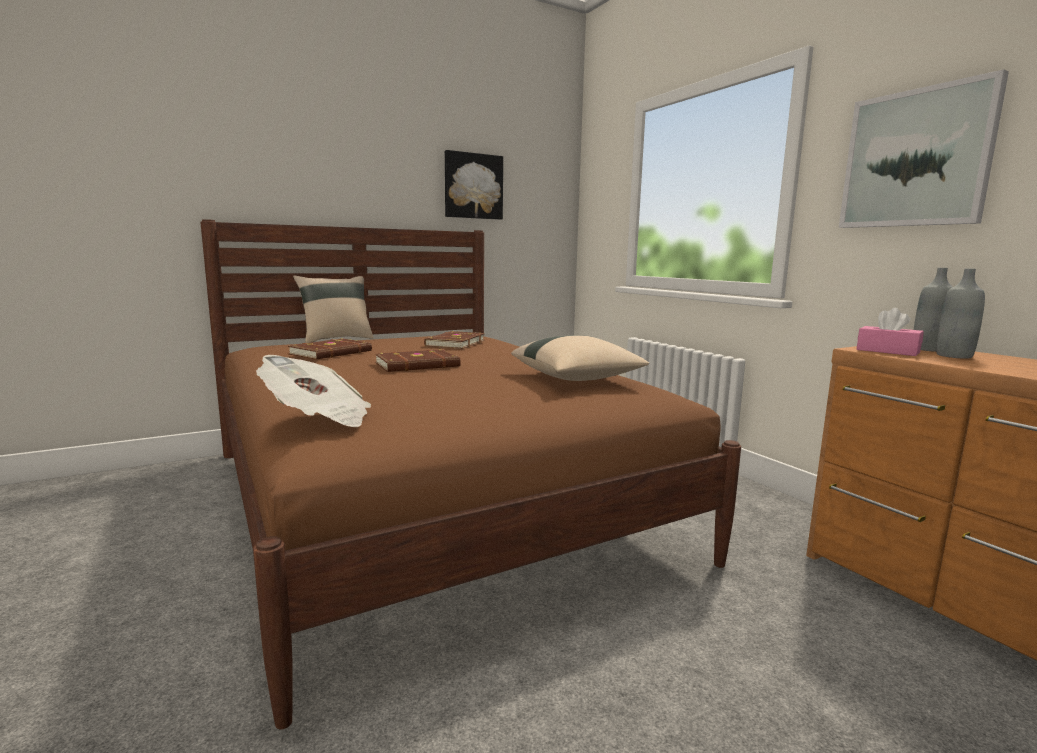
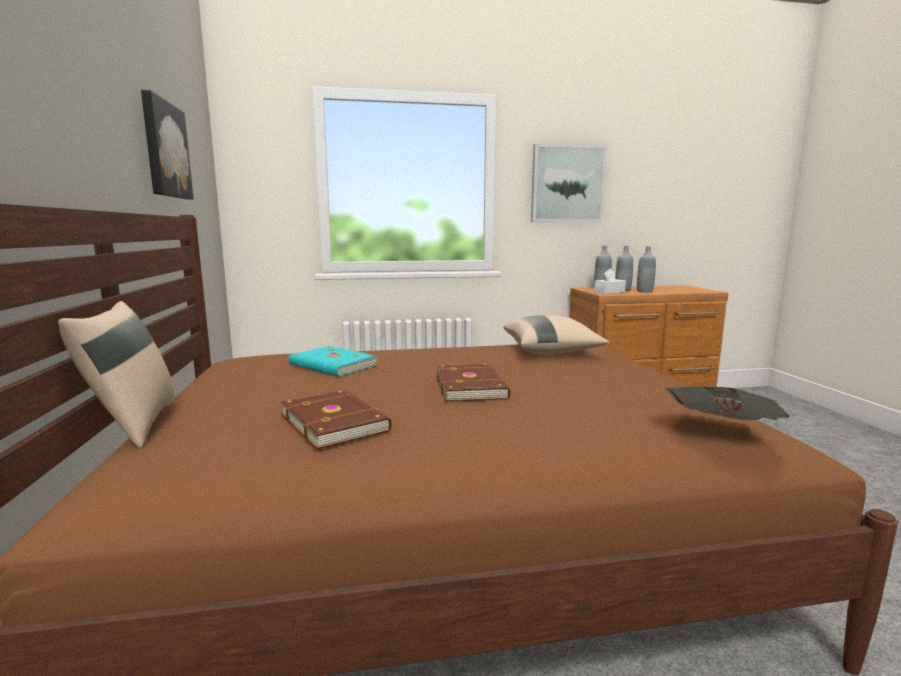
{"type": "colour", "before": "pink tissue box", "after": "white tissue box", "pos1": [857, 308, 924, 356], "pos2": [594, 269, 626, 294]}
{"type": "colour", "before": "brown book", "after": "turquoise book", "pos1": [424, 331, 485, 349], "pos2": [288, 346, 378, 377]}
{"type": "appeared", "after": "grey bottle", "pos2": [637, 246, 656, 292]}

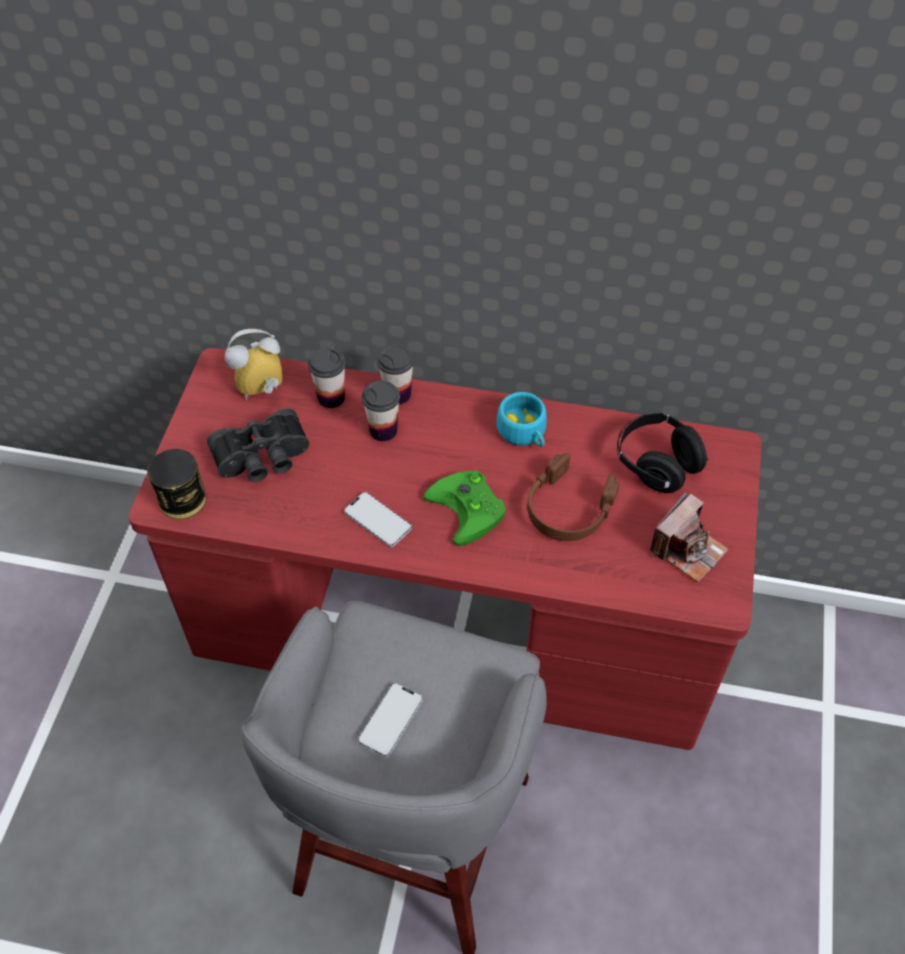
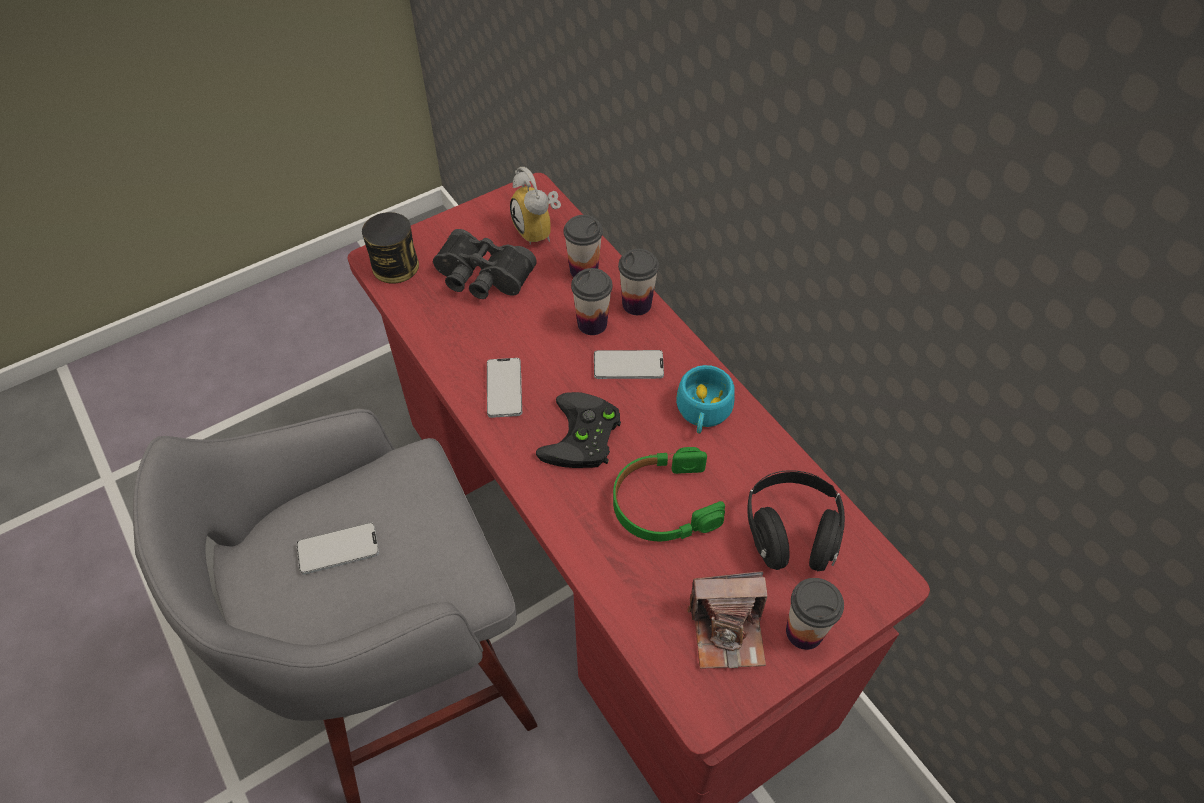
{"type": "spun", "before": "alarm clock", "pos1": [225, 329, 283, 400], "pos2": [510, 167, 561, 245], "turn": -135}
{"type": "colour", "before": "brown headphones", "after": "green headphones", "pos1": [527, 453, 620, 541], "pos2": [613, 447, 725, 541]}
{"type": "colour", "before": "green game controller", "after": "black game controller", "pos1": [424, 470, 506, 546], "pos2": [536, 392, 621, 468]}
{"type": "appeared", "after": "phone", "pos2": [594, 350, 664, 379]}
{"type": "appeared", "after": "cup", "pos2": [786, 578, 844, 650]}

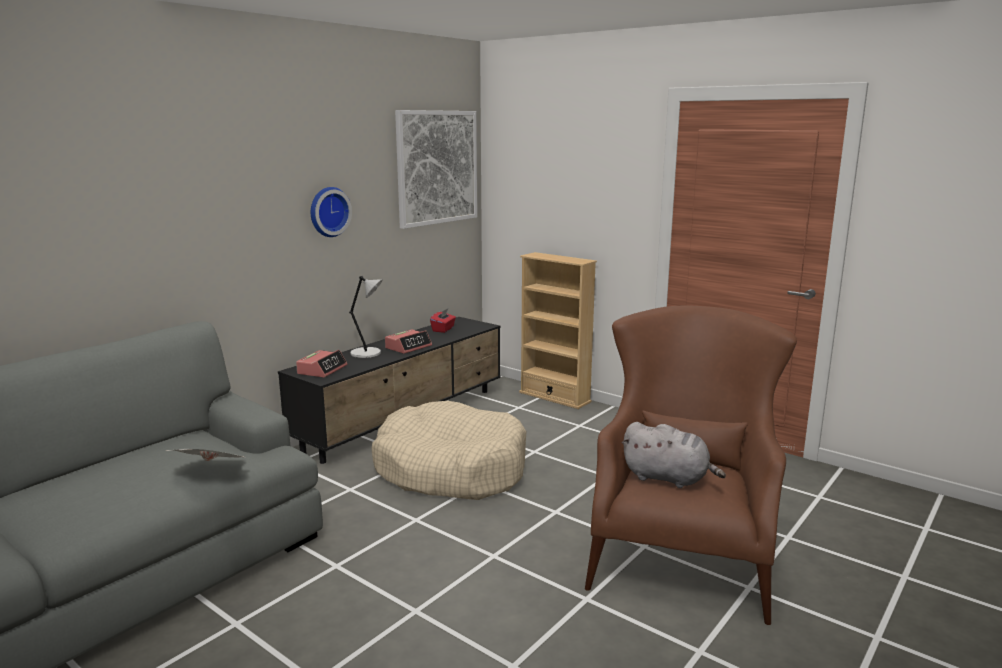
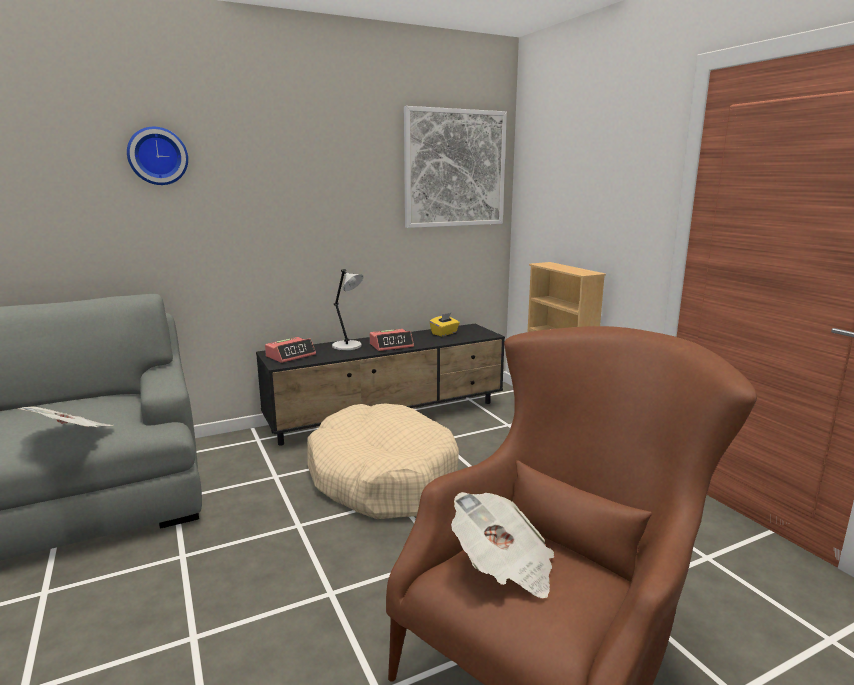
{"type": "relocated", "before": "wall clock", "pos1": [311, 187, 352, 237], "pos2": [127, 127, 188, 185]}
{"type": "colour", "before": "red tissue box", "after": "yellow tissue box", "pos1": [430, 309, 456, 333], "pos2": [429, 313, 460, 336]}
{"type": "exchanged", "before": "grey plush toy", "after": "newspaper", "pos1": [622, 422, 726, 488], "pos2": [451, 492, 554, 598]}

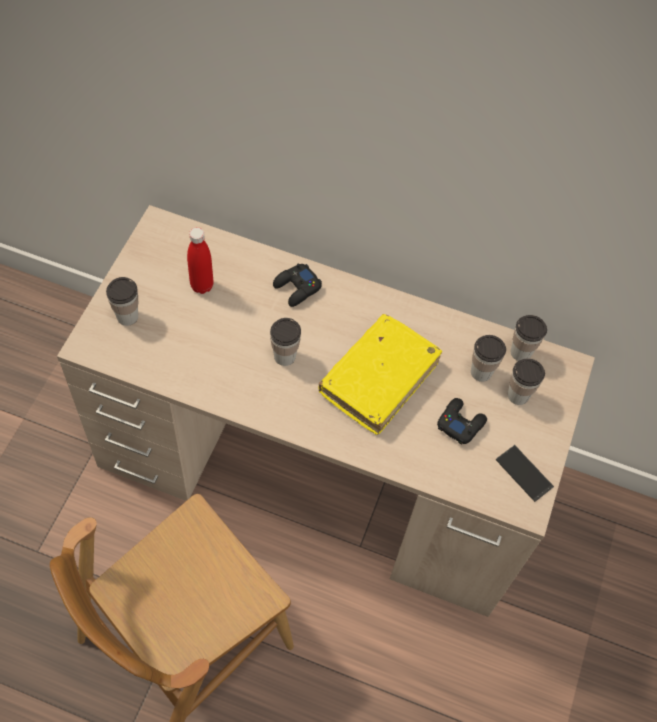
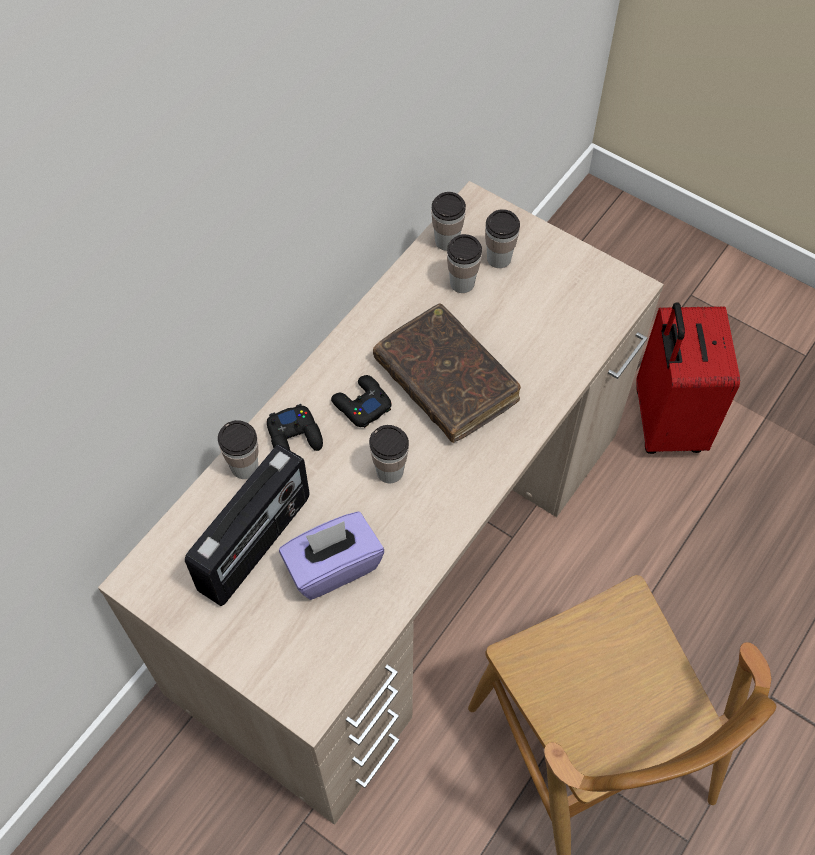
{"type": "exchanged", "before": "red bottle", "after": "radio", "pos1": [187, 227, 213, 294], "pos2": [185, 444, 310, 606]}
{"type": "relocated", "before": "cup", "pos1": [106, 277, 138, 326], "pos2": [218, 420, 258, 479]}
{"type": "colour", "before": "yellow book", "after": "brown book", "pos1": [319, 314, 442, 435], "pos2": [373, 303, 521, 443]}
{"type": "relocated", "before": "black game controller", "pos1": [437, 398, 487, 445], "pos2": [331, 375, 392, 428]}
{"type": "missing", "before": "phone", "pos1": [495, 445, 554, 502]}
{"type": "appeared", "after": "red suitcase", "pos2": [636, 302, 740, 454]}
{"type": "appeared", "after": "purple tissue box", "pos2": [279, 512, 384, 600]}

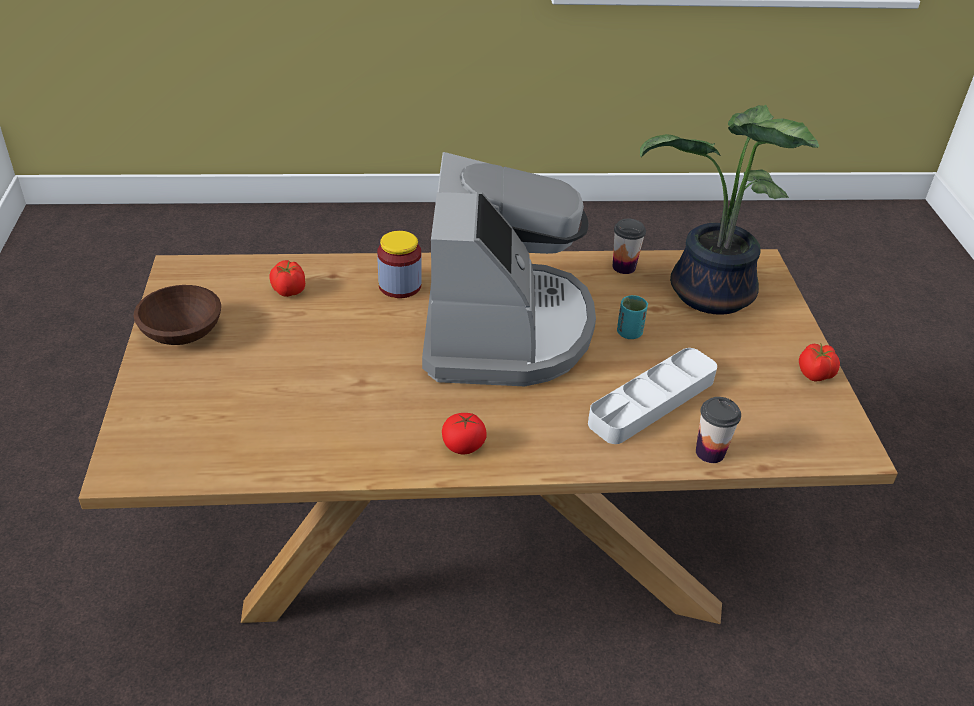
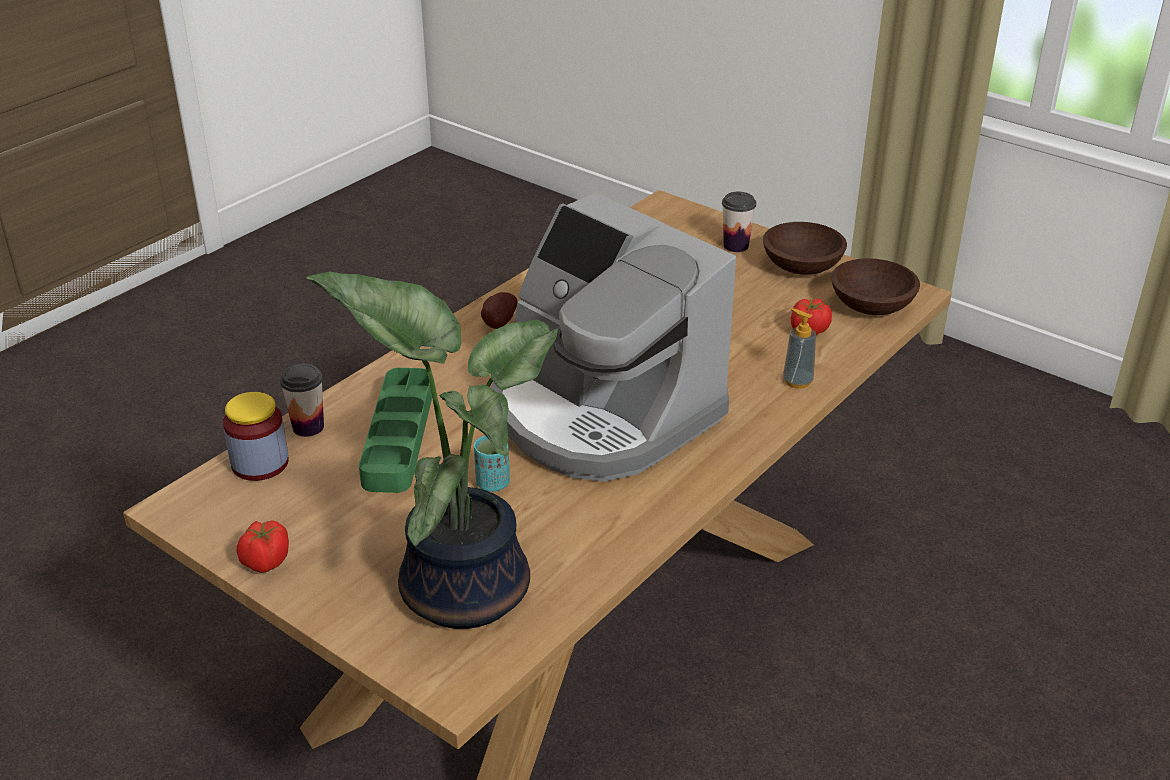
{"type": "relocated", "before": "cup", "pos1": [613, 219, 646, 274], "pos2": [722, 192, 756, 252]}
{"type": "relocated", "before": "jar", "pos1": [377, 231, 422, 298], "pos2": [223, 392, 289, 481]}
{"type": "colour", "before": "grey tray", "after": "green tray", "pos1": [588, 348, 717, 444], "pos2": [359, 368, 432, 493]}
{"type": "exchanged", "before": "tomato", "after": "potato", "pos1": [442, 413, 487, 454], "pos2": [481, 292, 518, 329]}
{"type": "appeared", "after": "brown bowl", "pos2": [831, 258, 920, 315]}
{"type": "appeared", "after": "soap dispenser", "pos2": [783, 308, 816, 389]}

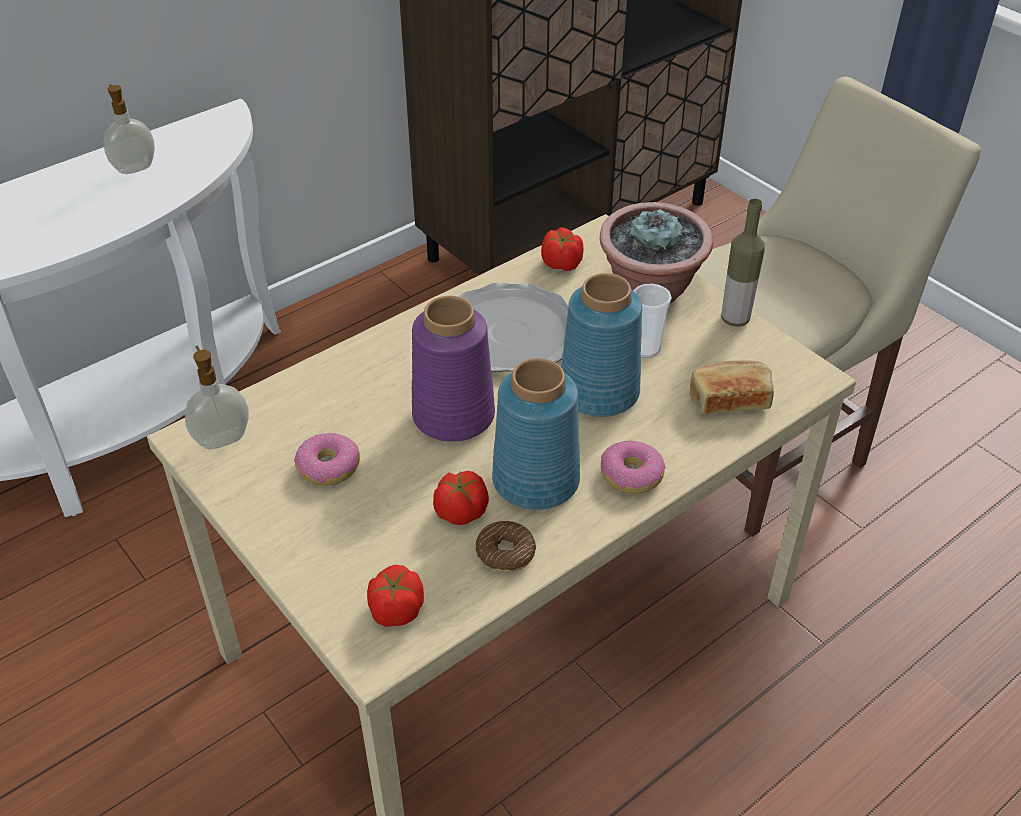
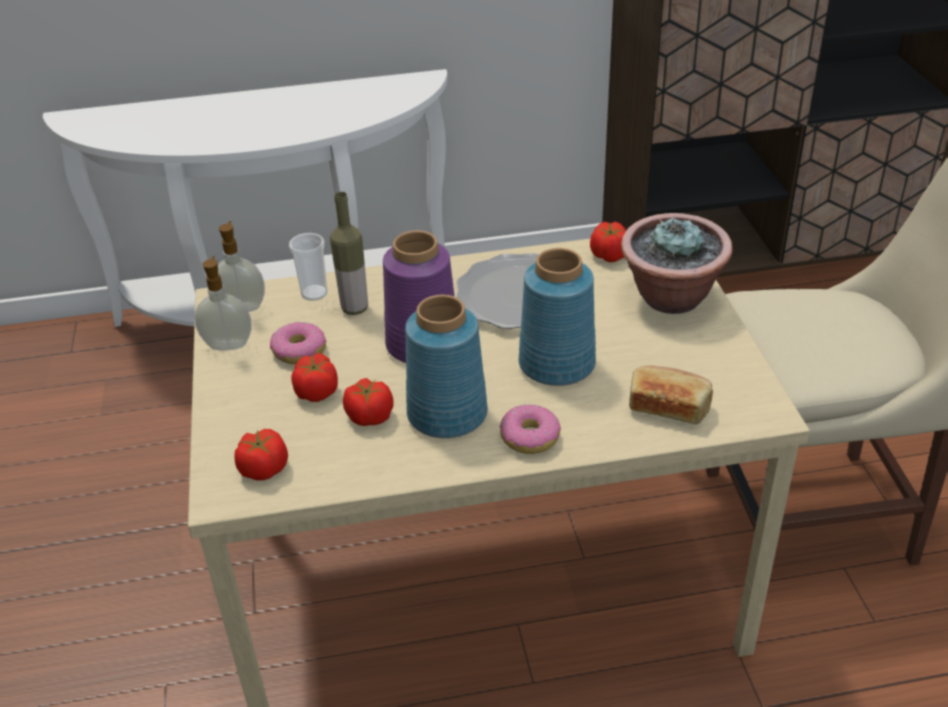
{"type": "relocated", "before": "soap dispenser", "pos1": [103, 84, 155, 174], "pos2": [194, 256, 252, 350]}
{"type": "relocated", "before": "bottle", "pos1": [721, 198, 765, 327], "pos2": [330, 192, 368, 315]}
{"type": "relocated", "before": "cup", "pos1": [633, 283, 672, 358], "pos2": [289, 233, 328, 301]}
{"type": "missing", "before": "donut", "pos1": [476, 521, 536, 573]}
{"type": "appeared", "after": "tomato", "pos2": [291, 353, 338, 402]}

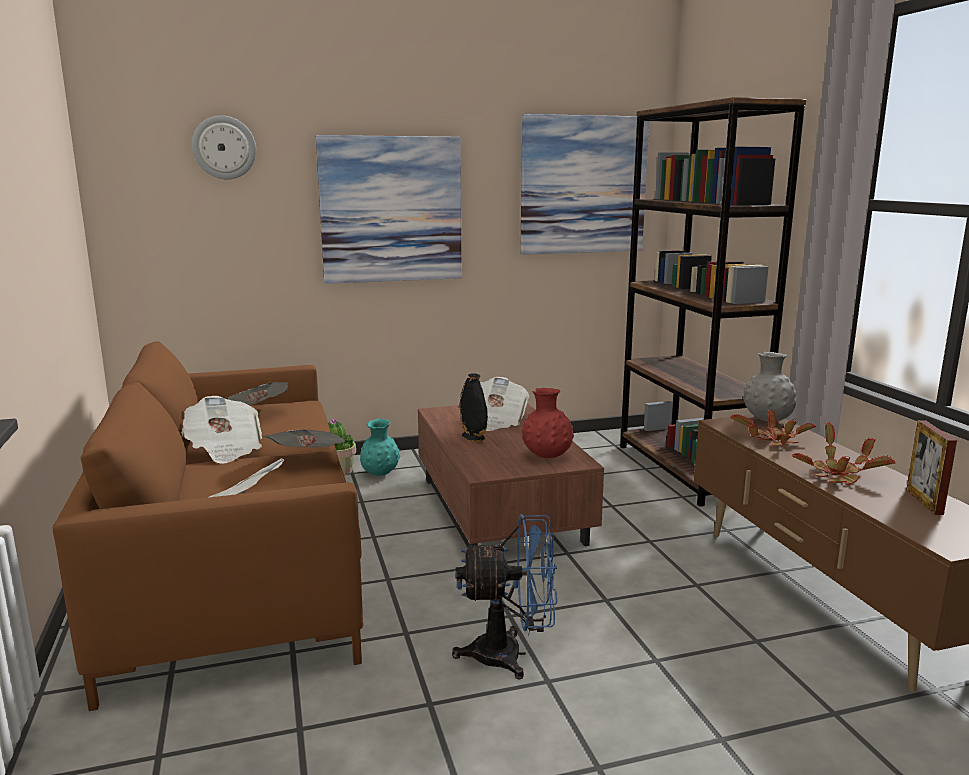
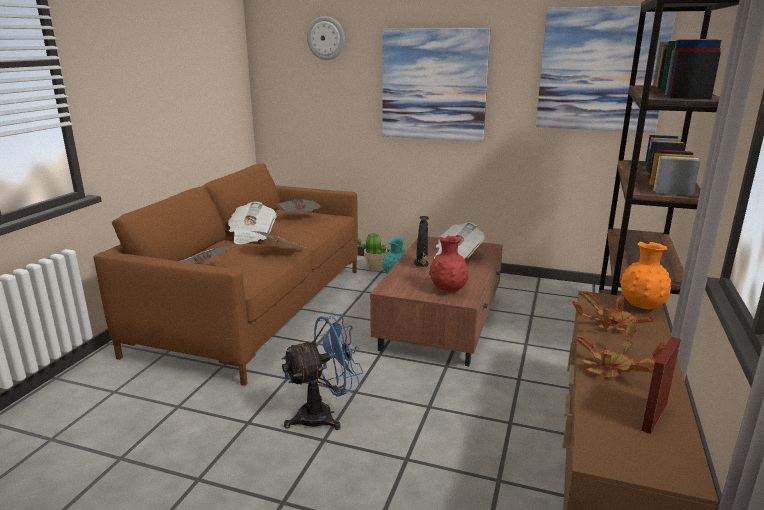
{"type": "colour", "before": "grey vase", "after": "orange vase", "pos1": [743, 352, 797, 422], "pos2": [620, 242, 671, 309]}
{"type": "spun", "before": "blue fan", "pos1": [452, 514, 557, 680], "pos2": [282, 314, 363, 430], "turn": -60}

